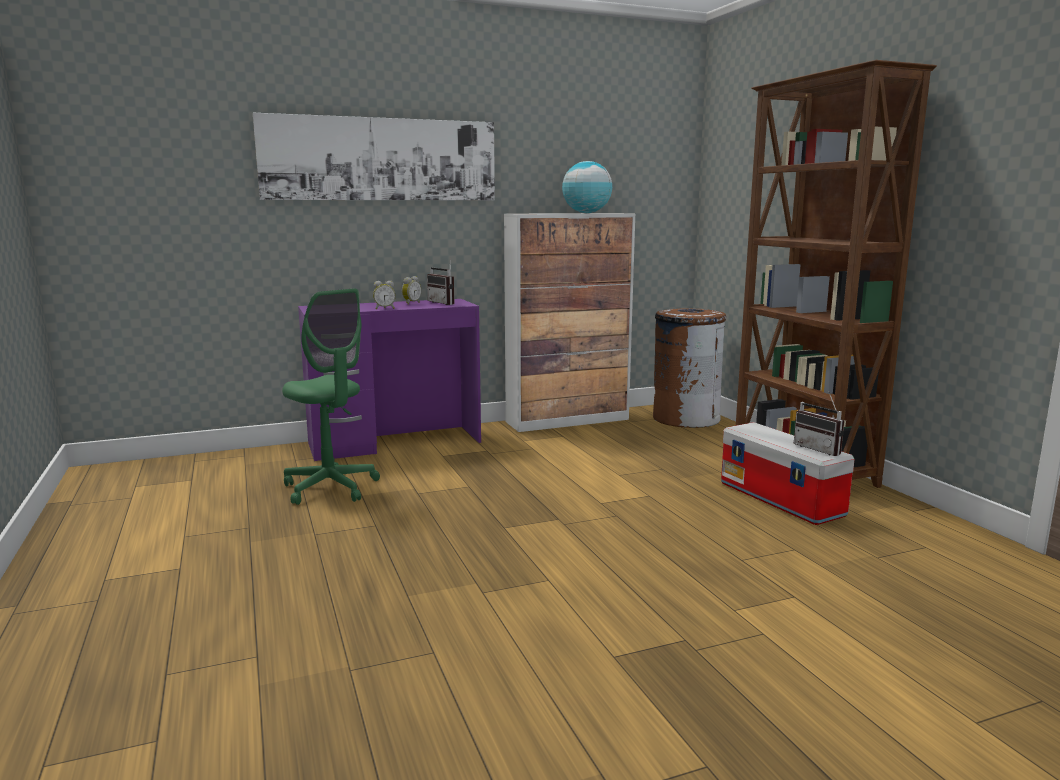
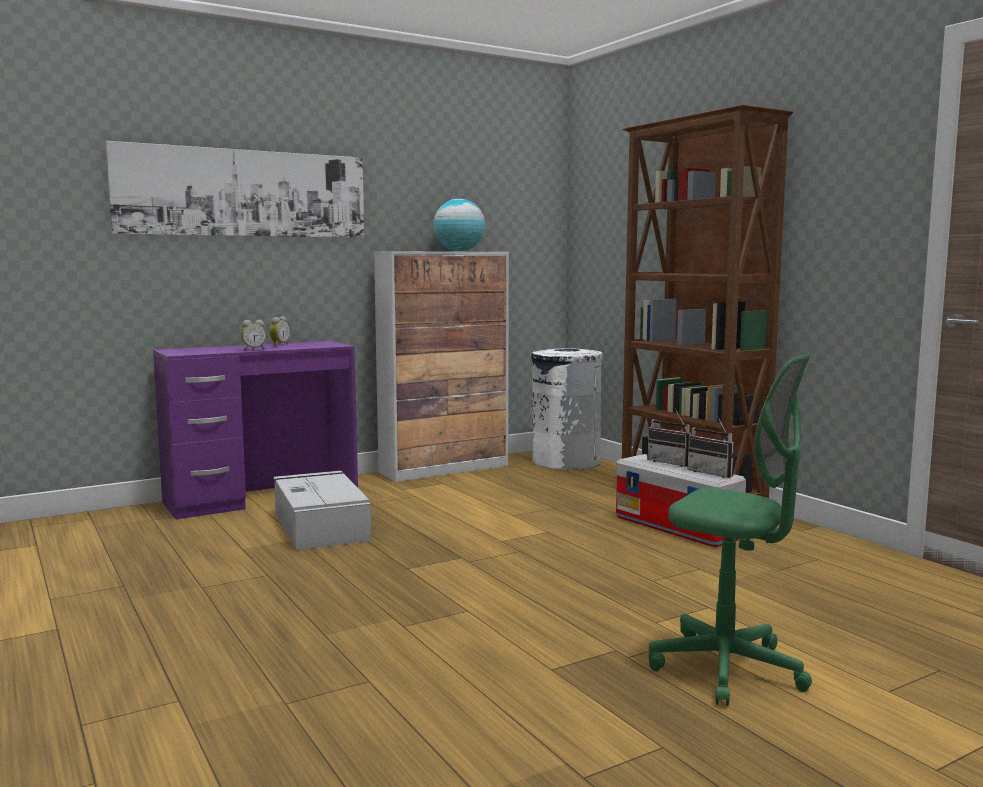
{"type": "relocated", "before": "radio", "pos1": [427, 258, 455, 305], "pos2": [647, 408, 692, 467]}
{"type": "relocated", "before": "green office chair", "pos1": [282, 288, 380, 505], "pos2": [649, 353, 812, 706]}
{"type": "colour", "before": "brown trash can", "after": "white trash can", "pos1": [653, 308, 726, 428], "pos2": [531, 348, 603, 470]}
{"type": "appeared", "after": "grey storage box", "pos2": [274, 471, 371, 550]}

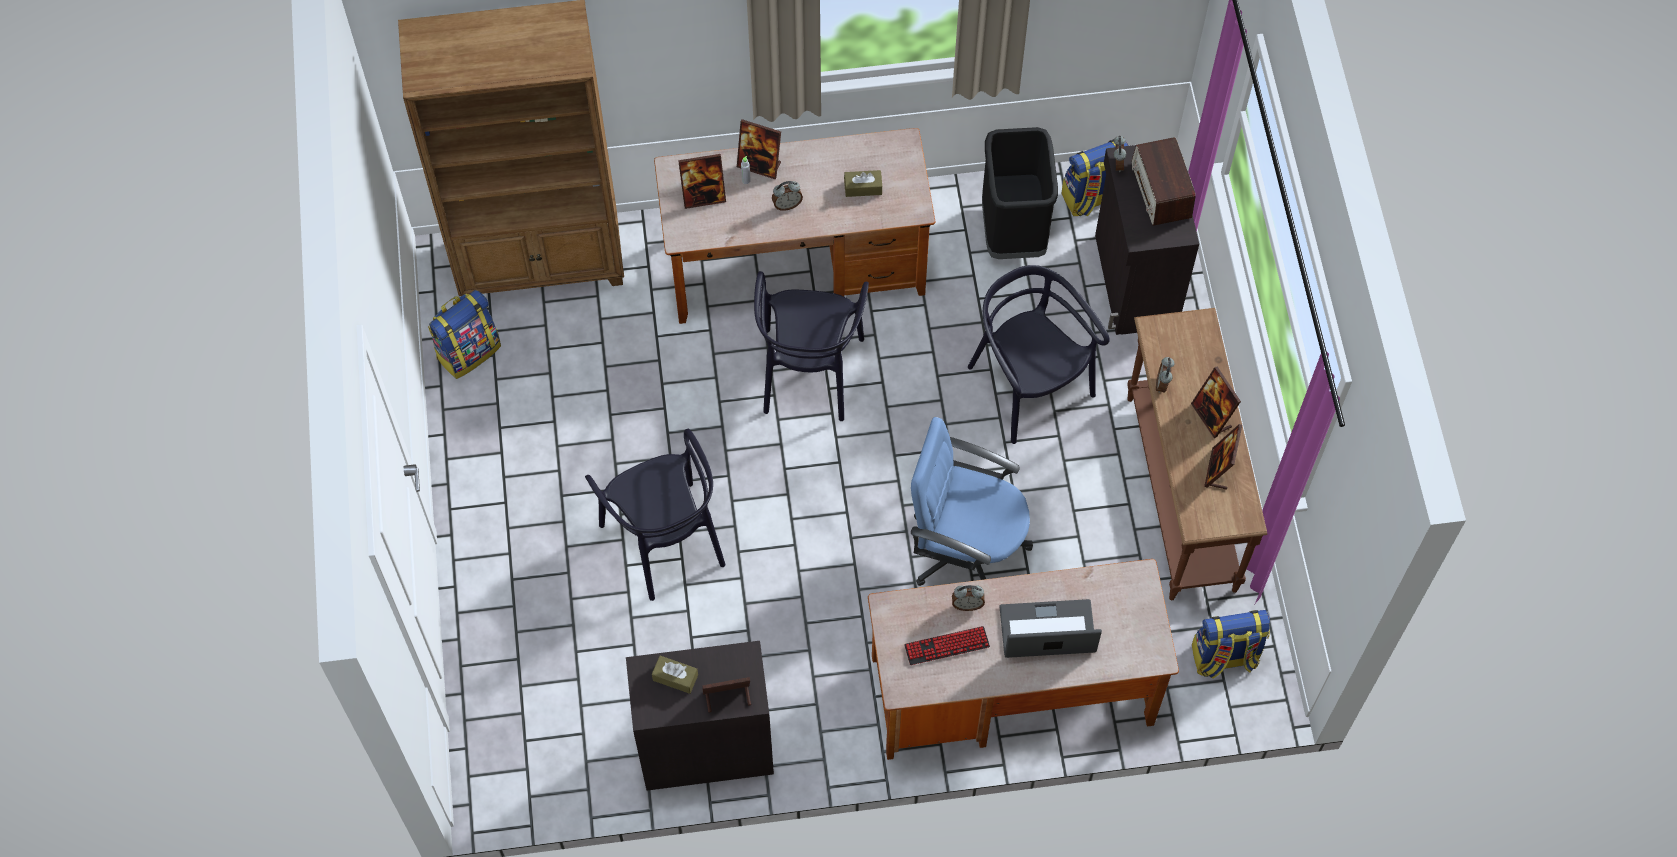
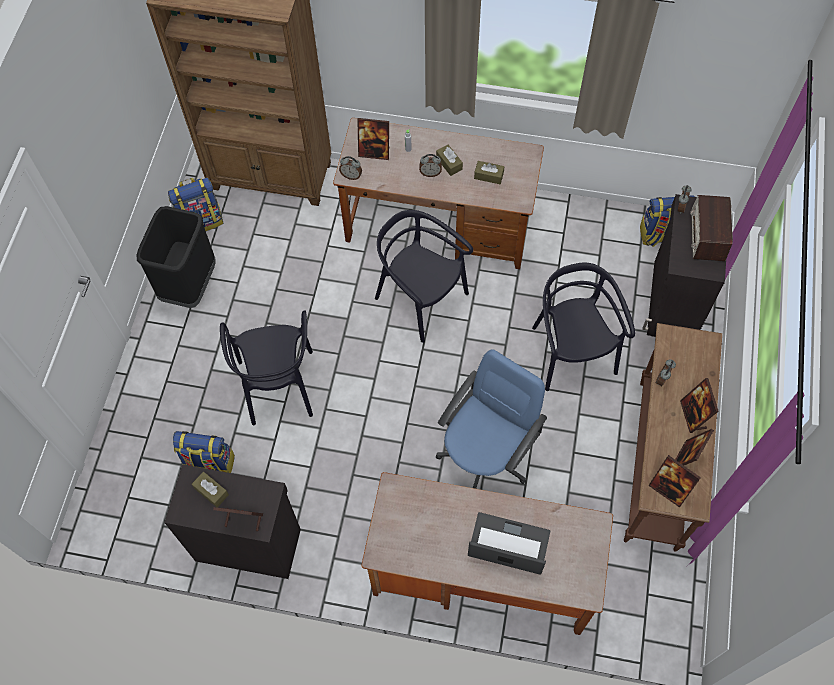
{"type": "relocated", "before": "picture frame", "pos1": [737, 119, 781, 179], "pos2": [649, 455, 701, 508]}
{"type": "relocated", "before": "black trash can", "pos1": [982, 127, 1058, 259], "pos2": [137, 206, 216, 308]}
{"type": "spun", "before": "black chair", "pos1": [754, 271, 869, 421], "pos2": [375, 210, 473, 343], "turn": 105}
{"type": "spun", "before": "blue office chair", "pos1": [911, 417, 1033, 586], "pos2": [436, 349, 547, 489], "turn": 90}
{"type": "relocated", "before": "alarm clock", "pos1": [952, 585, 985, 611], "pos2": [339, 156, 362, 180]}
{"type": "relocated", "before": "backpack", "pos1": [1192, 610, 1270, 679], "pos2": [173, 431, 235, 473]}
{"type": "missing", "before": "keyboard", "pos1": [904, 626, 990, 665]}
{"type": "appeared", "after": "brown tissue box", "pos2": [436, 145, 463, 176]}

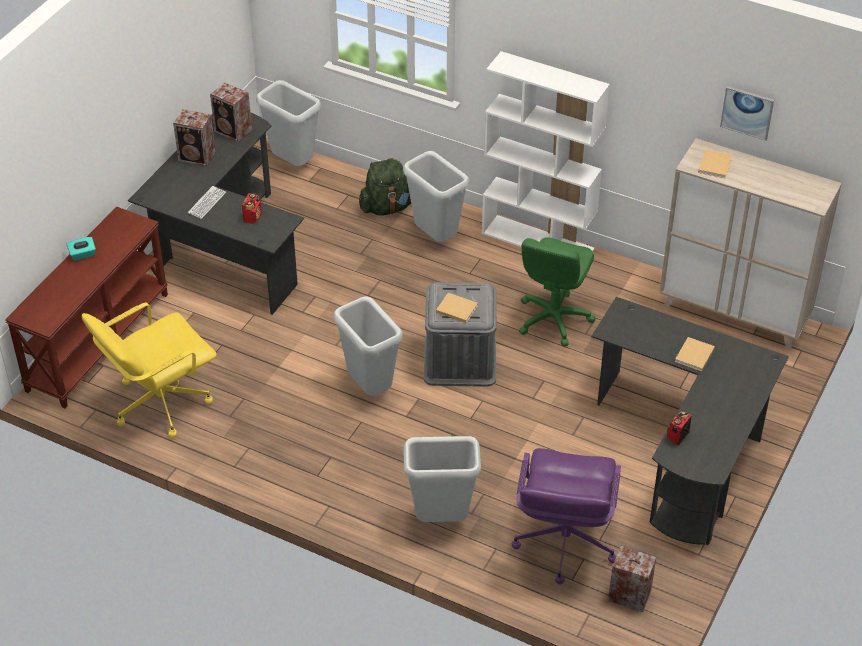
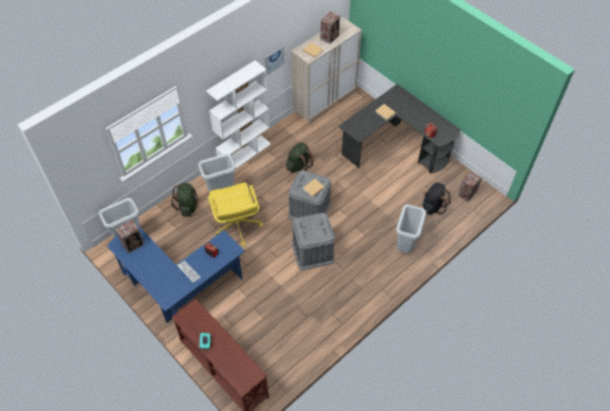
{"type": "relocated", "before": "picture", "pos1": [720, 86, 774, 141], "pos2": [265, 46, 284, 75]}
{"type": "relocated", "before": "speaker", "pos1": [173, 109, 216, 166], "pos2": [320, 11, 340, 44]}
{"type": "colour", "before": "black desk", "after": "blue desk", "pos1": [128, 112, 304, 315], "pos2": [107, 225, 245, 323]}
{"type": "exchanged", "before": "green office chair", "after": "green backpack", "pos1": [519, 237, 595, 346], "pos2": [286, 142, 313, 172]}
{"type": "exchanged", "before": "grey trash can", "after": "grey storage box", "pos1": [334, 296, 403, 396], "pos2": [292, 213, 335, 270]}
{"type": "relocated", "before": "yellow office chair", "pos1": [82, 303, 217, 438], "pos2": [208, 182, 263, 246]}
{"type": "exchanged", "before": "purple office chair", "after": "black backpack", "pos1": [512, 448, 621, 584], "pos2": [423, 182, 451, 215]}

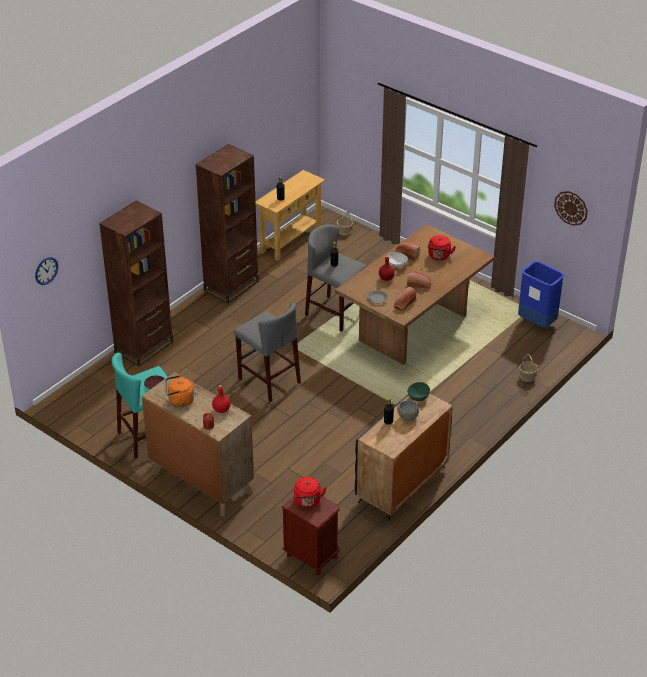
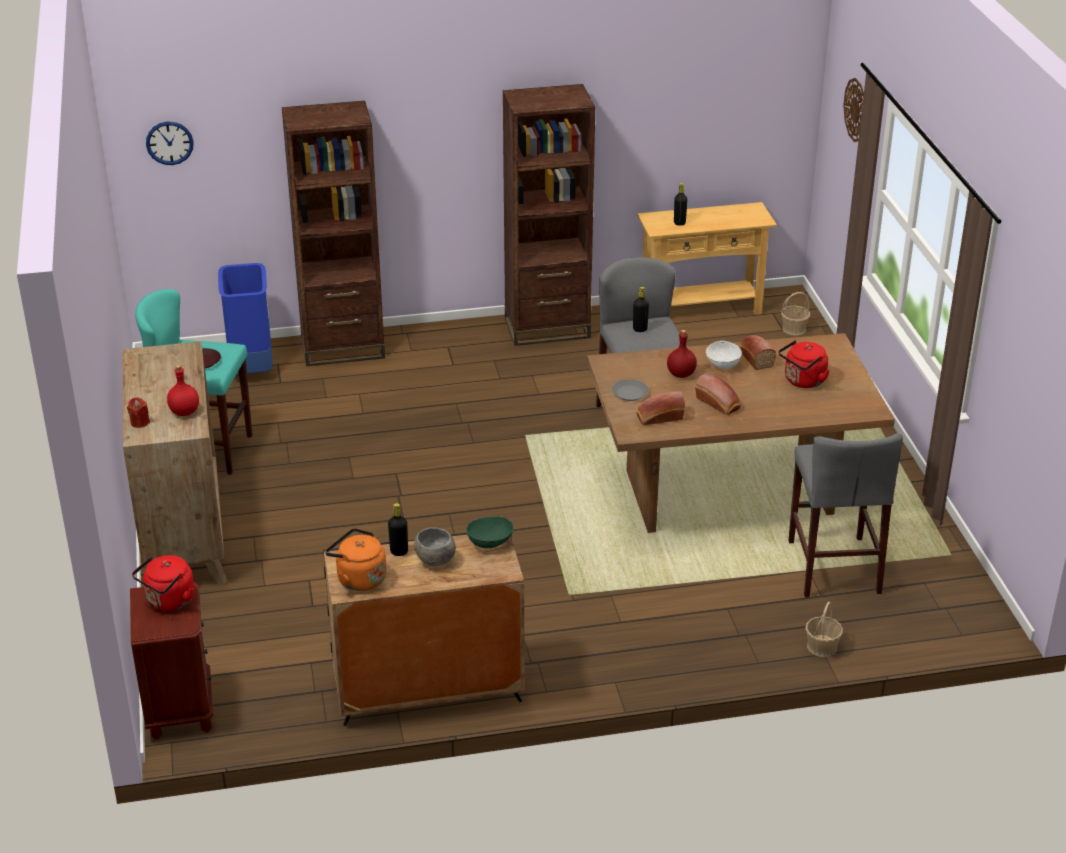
{"type": "relocated", "before": "wall clock", "pos1": [554, 191, 588, 226], "pos2": [843, 78, 864, 142]}
{"type": "relocated", "before": "blue trash can", "pos1": [518, 261, 565, 328], "pos2": [218, 263, 273, 374]}
{"type": "relocated", "before": "grey stool", "pos1": [234, 302, 301, 402], "pos2": [788, 433, 903, 597]}
{"type": "relocated", "before": "orange kettle", "pos1": [166, 375, 194, 407], "pos2": [325, 528, 387, 591]}

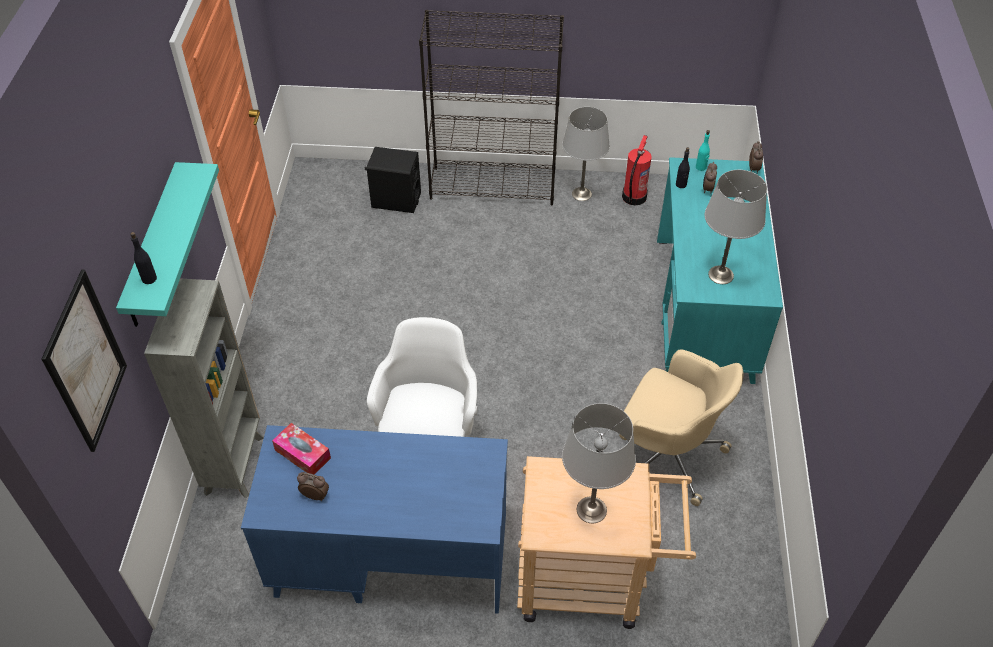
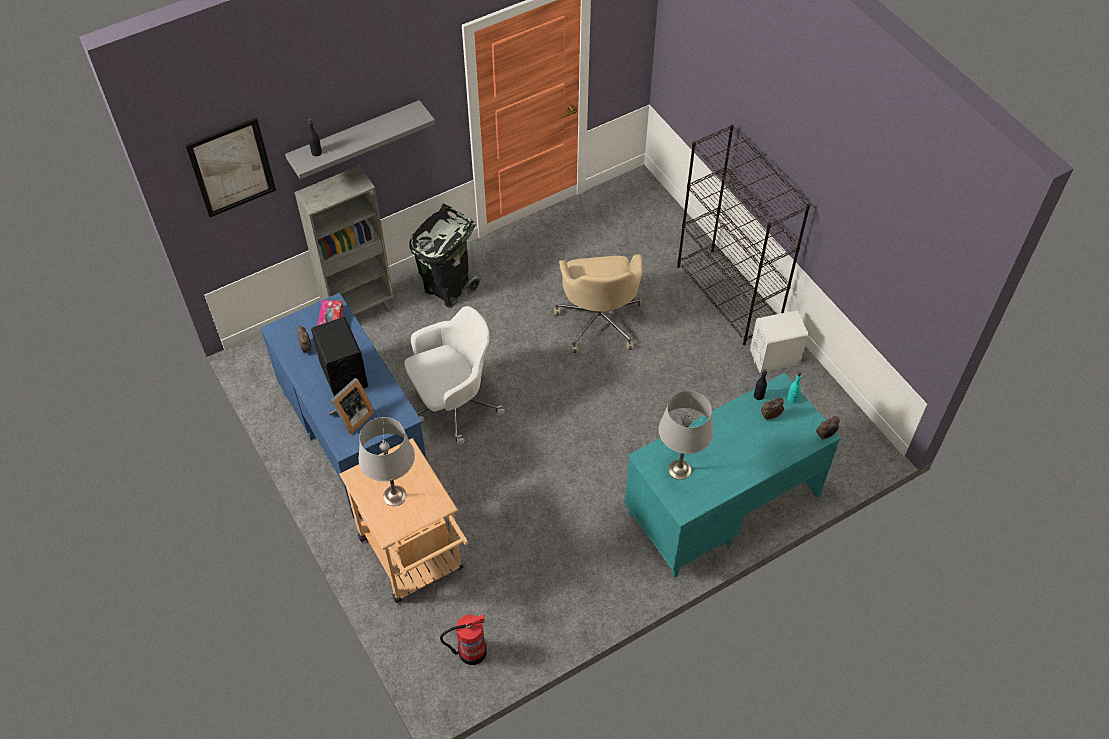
{"type": "exchanged", "before": "grey table lamp", "after": "white speaker", "pos1": [562, 107, 610, 201], "pos2": [750, 310, 808, 373]}
{"type": "relocated", "before": "fire extinguisher", "pos1": [622, 135, 652, 206], "pos2": [440, 614, 487, 665]}
{"type": "relocated", "before": "black speaker", "pos1": [365, 147, 421, 213], "pos2": [311, 317, 368, 396]}
{"type": "colour", "before": "turquoise shelf", "after": "grey shelf", "pos1": [116, 162, 219, 327], "pos2": [285, 100, 435, 179]}
{"type": "relocated", "before": "beige office chair", "pos1": [619, 349, 744, 506], "pos2": [554, 254, 642, 353]}
{"type": "appeared", "after": "black trash can", "pos2": [409, 204, 480, 308]}
{"type": "appeared", "after": "picture frame", "pos2": [329, 378, 375, 434]}

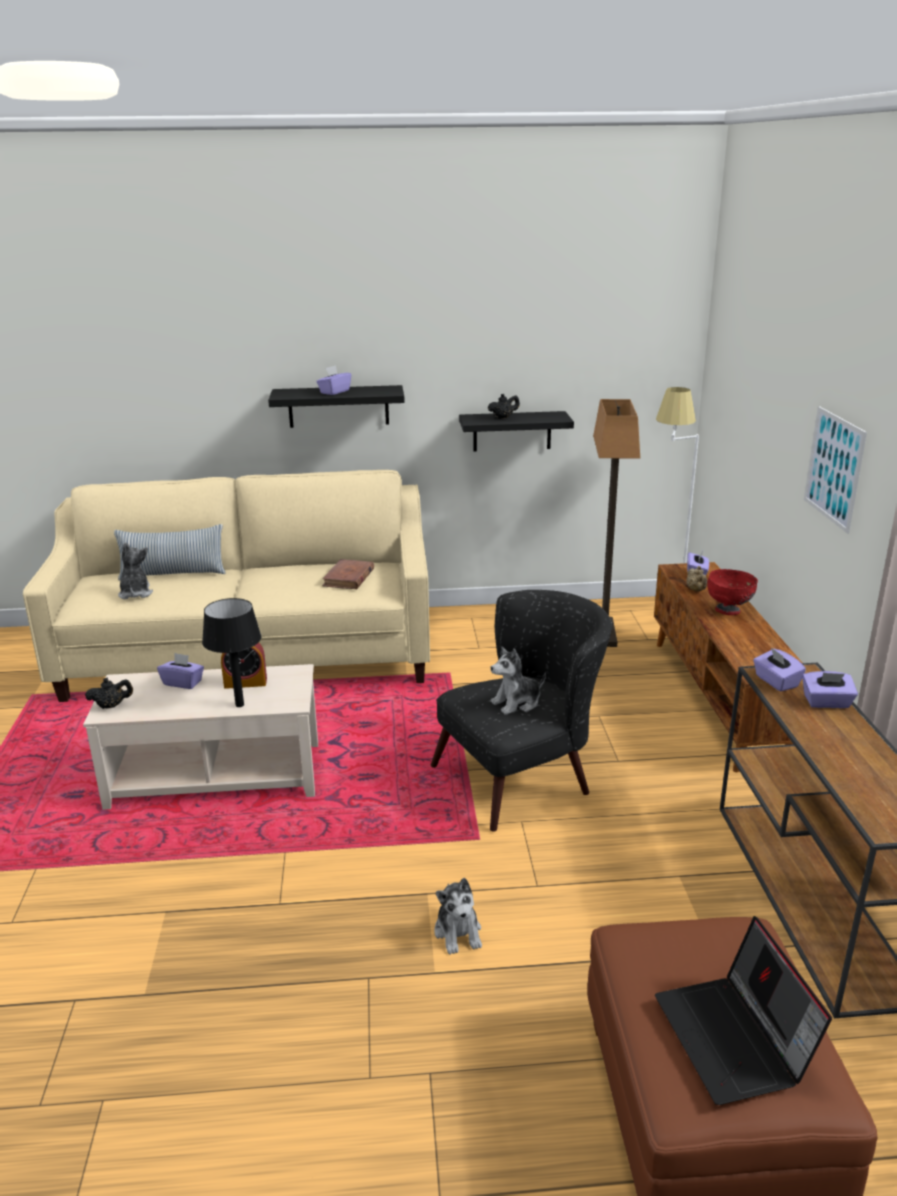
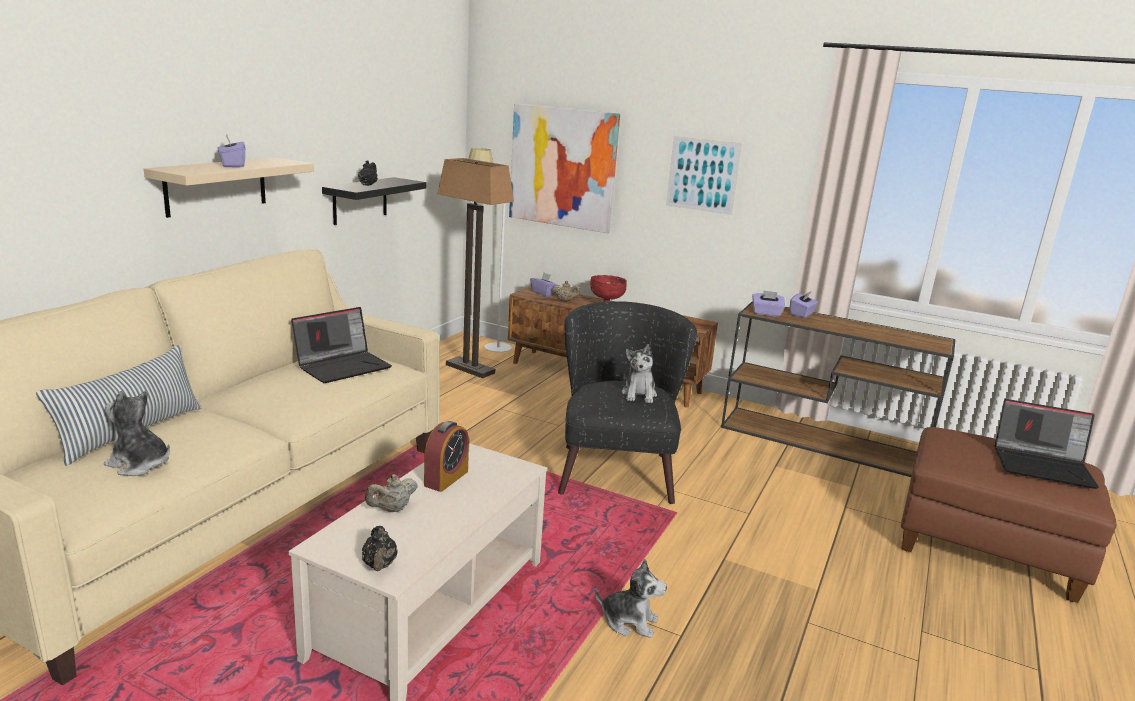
{"type": "colour", "before": "black shelf", "after": "beige shelf", "pos1": [268, 385, 405, 428], "pos2": [144, 157, 314, 218]}
{"type": "exchanged", "before": "brown book", "after": "laptop", "pos1": [322, 559, 374, 589], "pos2": [291, 307, 392, 383]}
{"type": "missing", "before": "black table lamp", "pos1": [202, 598, 261, 707]}
{"type": "exchanged", "before": "purple tissue box", "after": "beige teapot", "pos1": [157, 653, 204, 689], "pos2": [365, 474, 418, 512]}
{"type": "spun", "before": "black teapot", "pos1": [85, 678, 133, 709], "pos2": [362, 526, 397, 571], "turn": 150}
{"type": "relocated", "before": "plush toy", "pos1": [434, 878, 482, 955], "pos2": [595, 559, 667, 638]}
{"type": "appeared", "after": "picture", "pos2": [509, 104, 620, 233]}

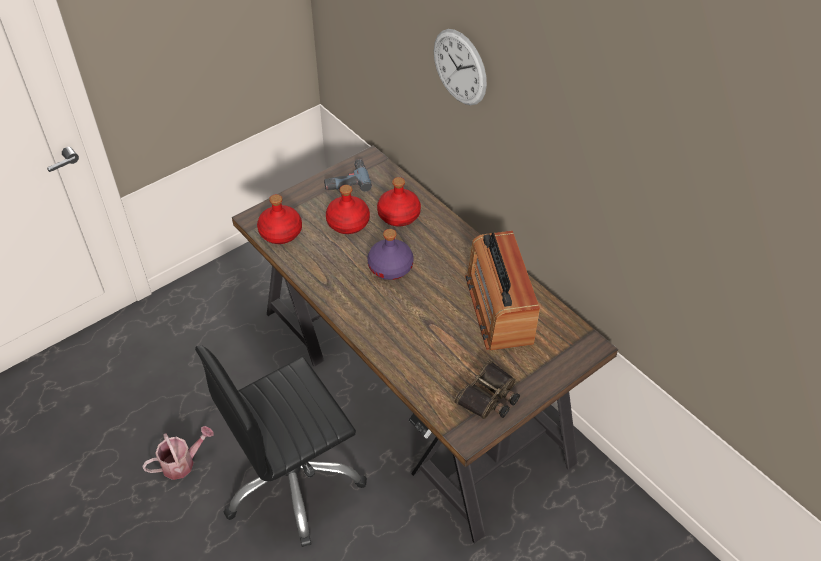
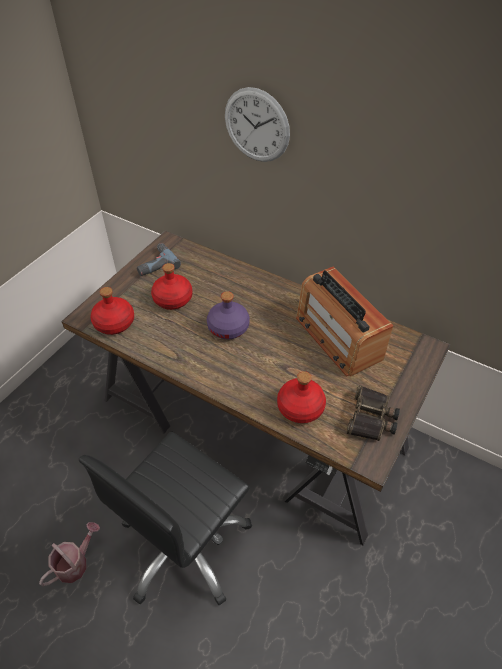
{"type": "relocated", "before": "red bottle", "pos1": [377, 177, 421, 227], "pos2": [277, 371, 326, 423]}

